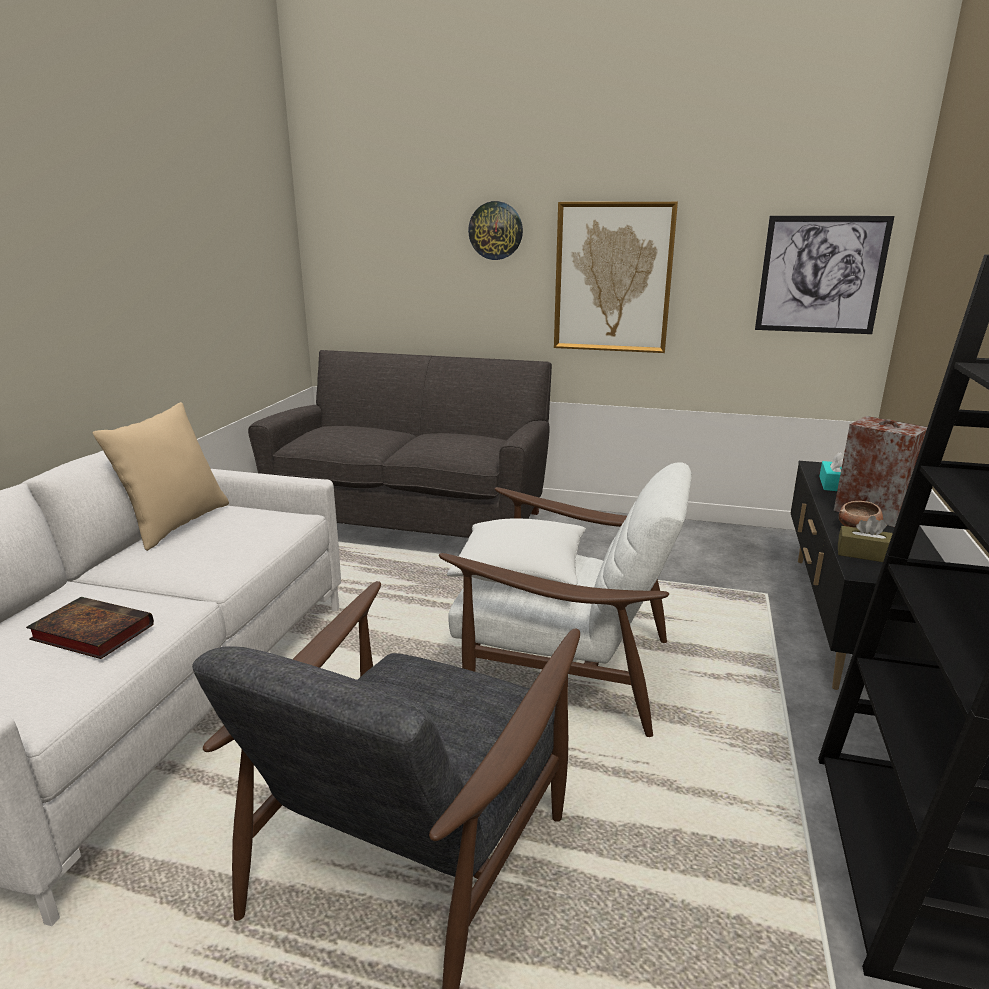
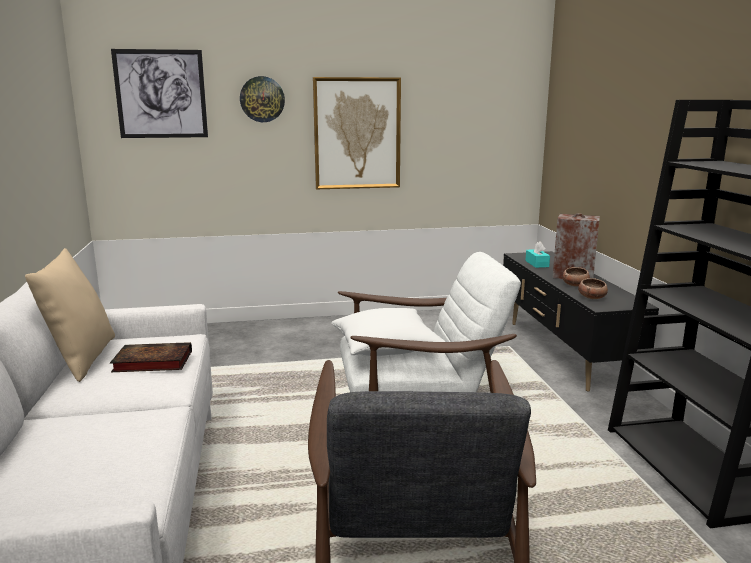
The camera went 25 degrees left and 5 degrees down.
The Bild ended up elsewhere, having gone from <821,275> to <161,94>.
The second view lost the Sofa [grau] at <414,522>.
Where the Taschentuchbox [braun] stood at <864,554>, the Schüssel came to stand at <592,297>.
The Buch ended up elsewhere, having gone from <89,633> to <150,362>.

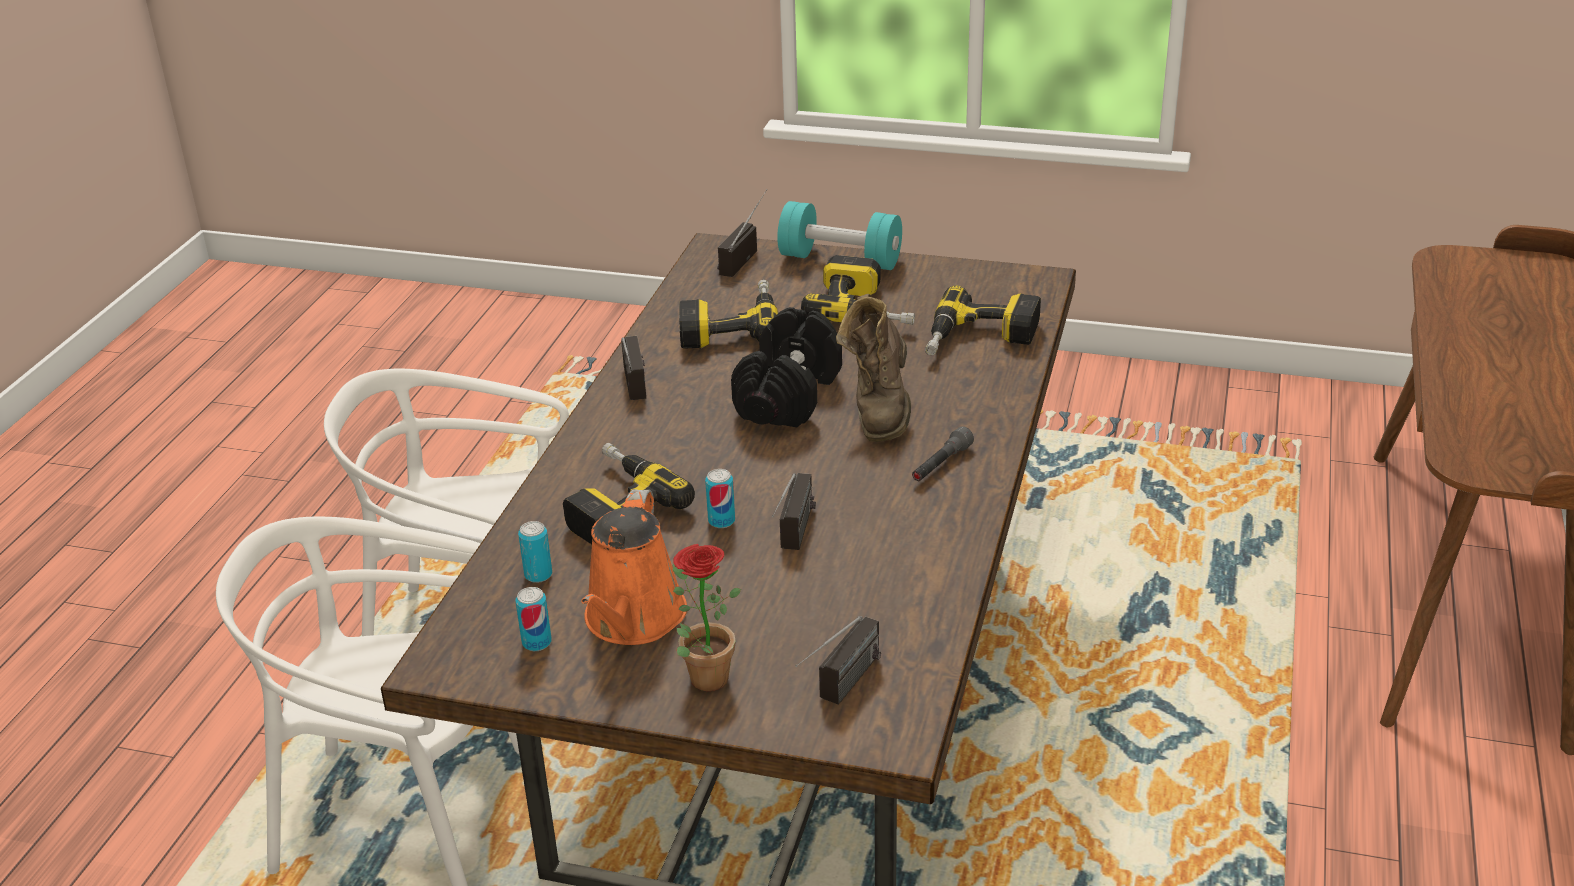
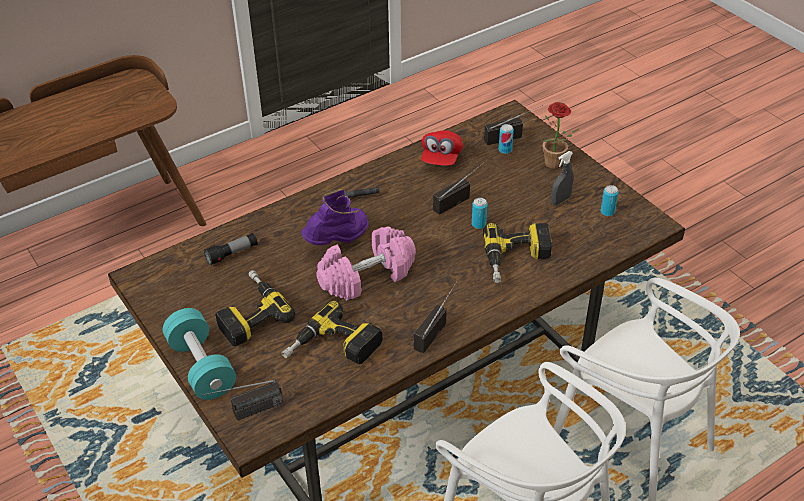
The camera went 140 degrees left and 10 degrees up.
Where the Bohrmaschine stood at <980,340>, the Taschenlampe came to stand at <232,254>.
What was the Stiefel [braun] at <880,410> turned into the Stiefel [lila] at <338,241>.
What was the Hantel [schwarz] at <788,396> turned into the Hantel [rosa] at <367,276>.
Where the Gießkanne [orange] stood at <633,620>, the Sprühflasche [grau] came to stand at <560,200>.
The Dose ended up elsewhere, having gone from <538,575> to <505,150>.
The second view gained the Kappe [rot] at <441,158>.

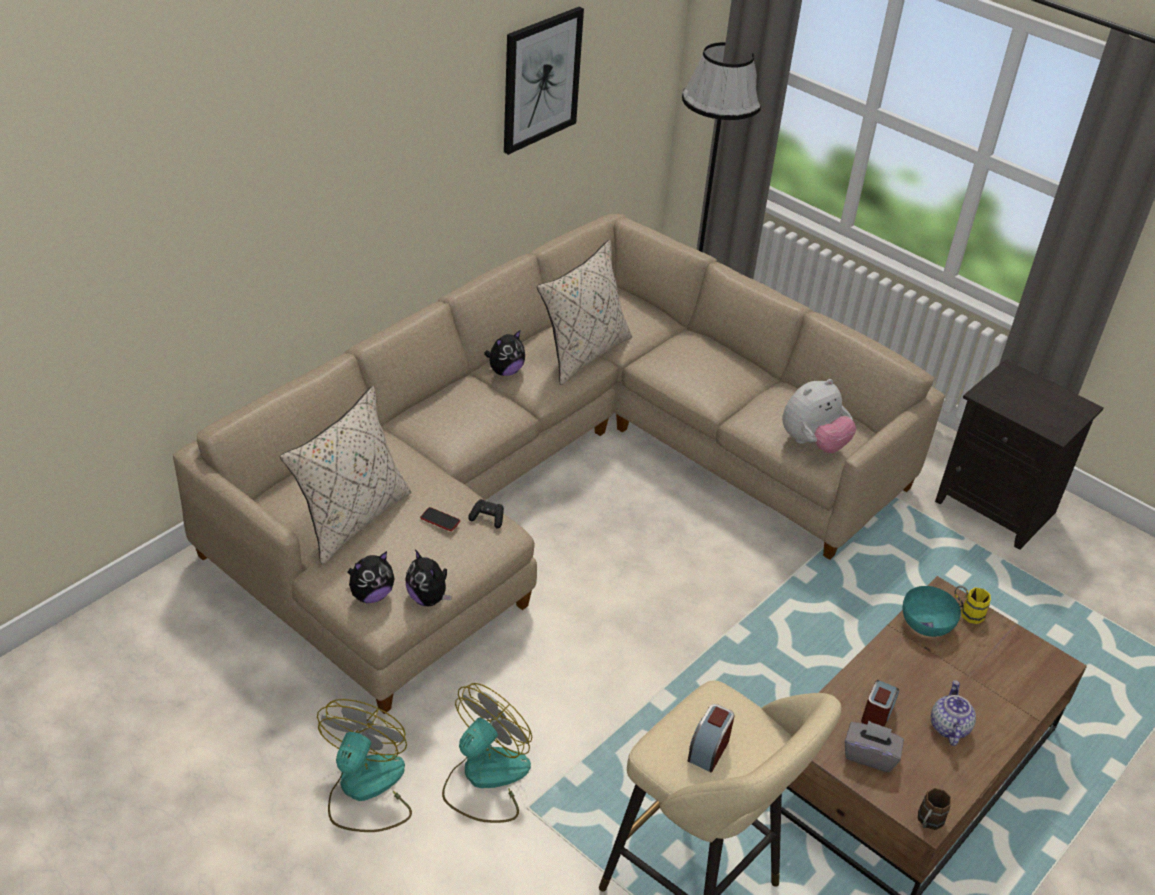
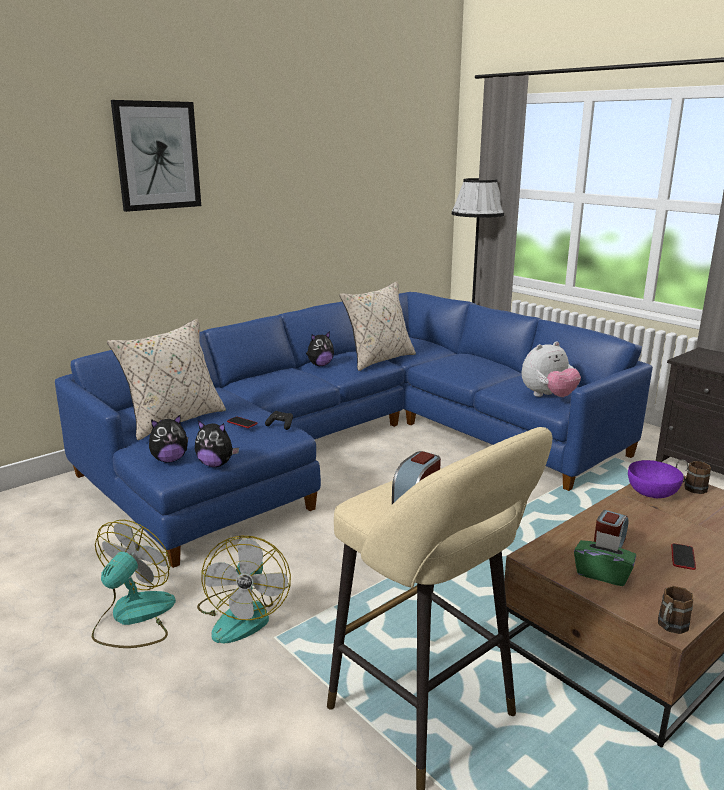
The camera went 10 degrees right and 20 degrees down.
The Bild ended up elsewhere, having gone from <541,79> to <157,156>.
What was the Sofa [beige] at <550,477> turned into the Sofa [blau] at <352,444>.
The Plüschtier at <428,598> ended up facing another way, 45 degrees counterclockwise from before.
What was the Schüssel [türkis] at <927,623> turned into the Schüssel [lila] at <652,492>.
What was the Henkelbecher [gelb] at <967,612> turned into the Henkelbecher [braun] at <690,487>.
Where the Teekanne stood at <948,726>, the Handy came to stand at <683,557>.
The Ventilator at <485,778> ended up facing another way, 135 degrees clockwise from before.
What was the Taschentuchbox [grau] at <869,755> turned into the Taschentuchbox [grün] at <602,574>.

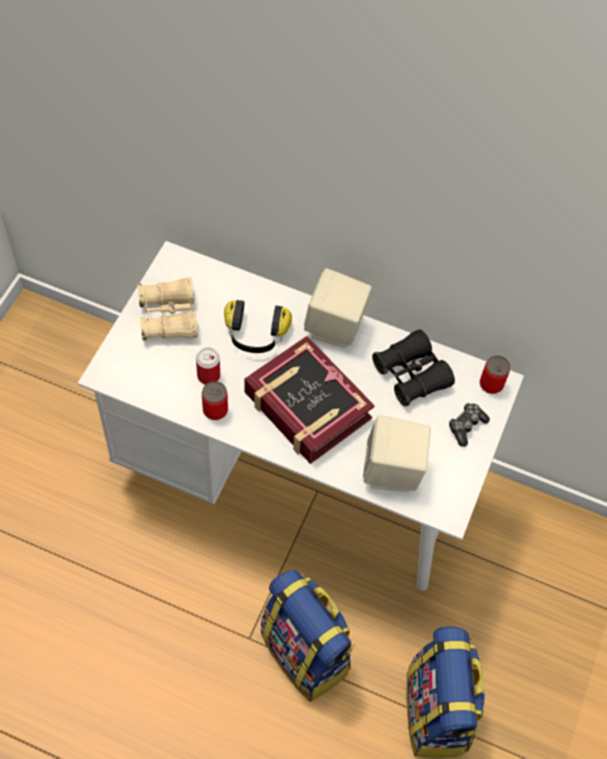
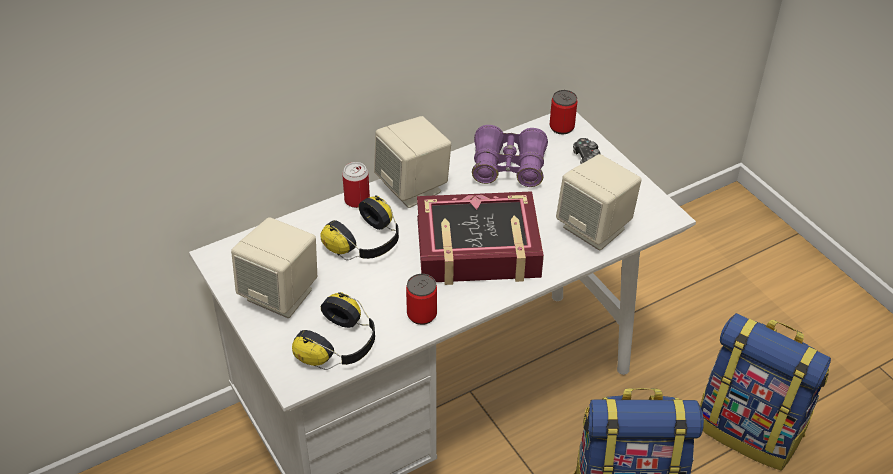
The camera went 50 degrees left and 15 degrees down.
Where the Fernglas [beige] stood at <169,317>, the Lautsprecher [beige] came to stand at <281,294>.
What was the Fernglas [schwarz] at <411,375> turned into the Fernglas [lila] at <508,167>.
The Dose ended up elsewhere, having gone from <208,375> to <357,200>.
The second view gained the Kopfhörer at <340,346>.

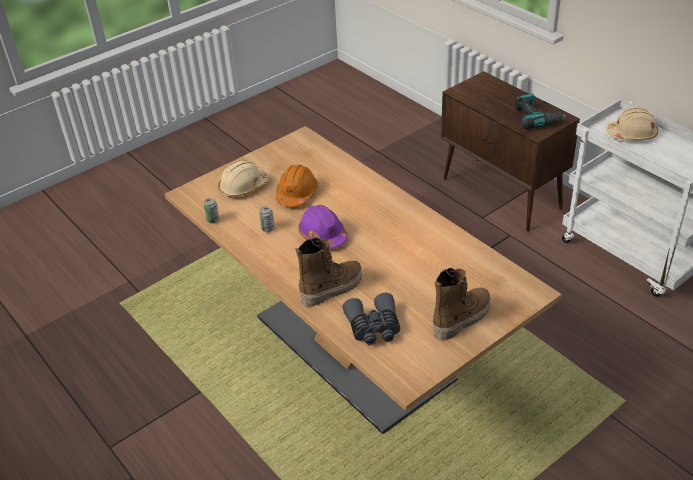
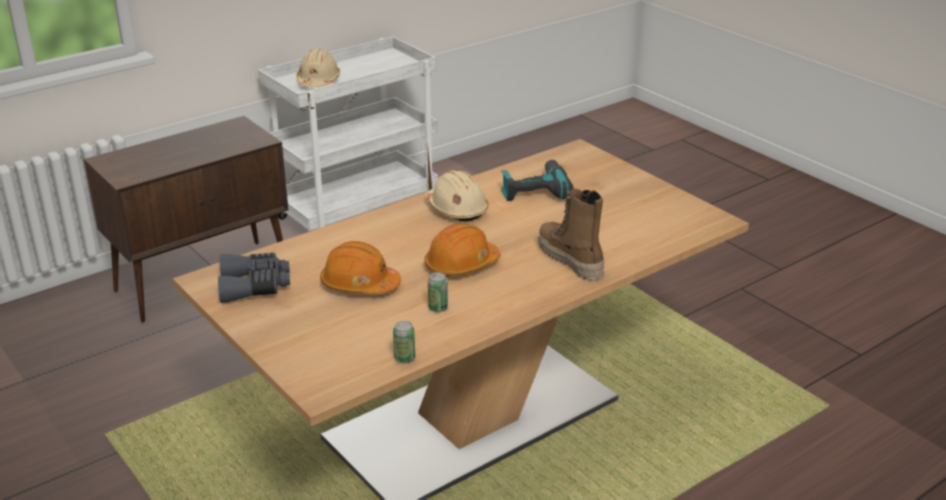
The camera went 90 degrees left and 10 degrees down.
The Bohrmaschine ended up elsewhere, having gone from <536,118> to <534,190>.
The Schutzhelm [beige] ended up elsewhere, having gone from <243,187> to <457,209>.
What was the Schutzhelm [lila] at <323,235> turned into the Schutzhelm [orange] at <461,265>.
The second view lost the Stiefel at <461,319>.
The Fernglas [grau] ended up elsewhere, having gone from <373,327> to <255,286>.

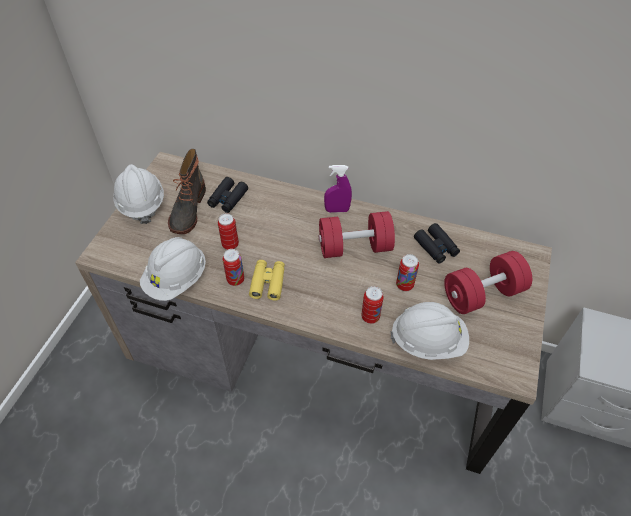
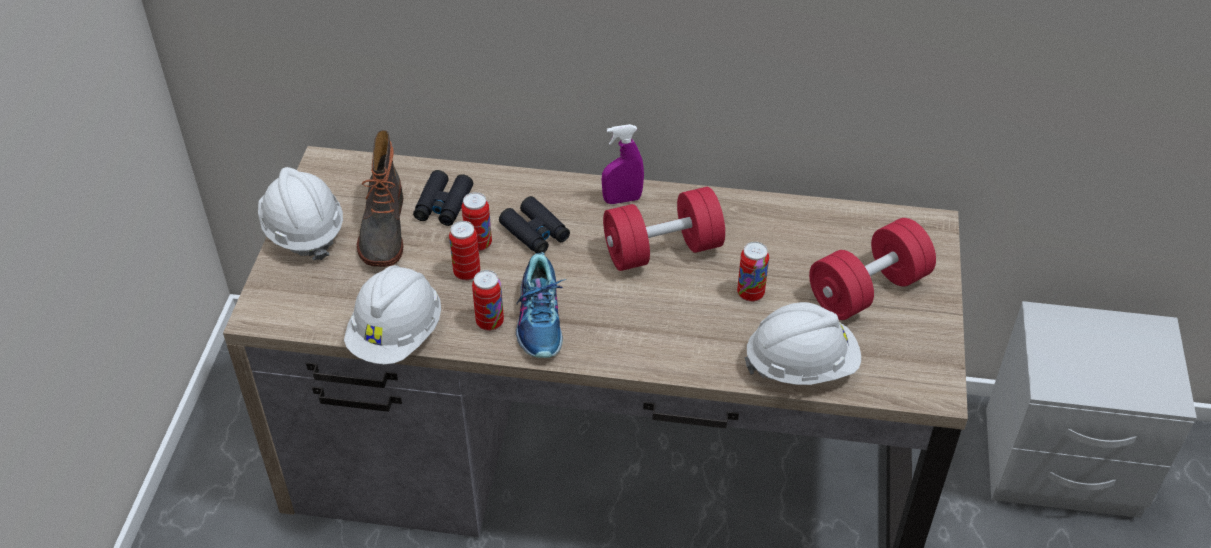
The camera went 10 degrees left and 5 degrees down.
The Fernglas [schwarz] ended up elsewhere, having gone from <436,247> to <535,232>.
Where the Fernglas [gelb] stood at <268,283>, the Schuh came to stand at <541,319>.
The Dose ended up elsewhere, having gone from <370,317> to <478,244>.

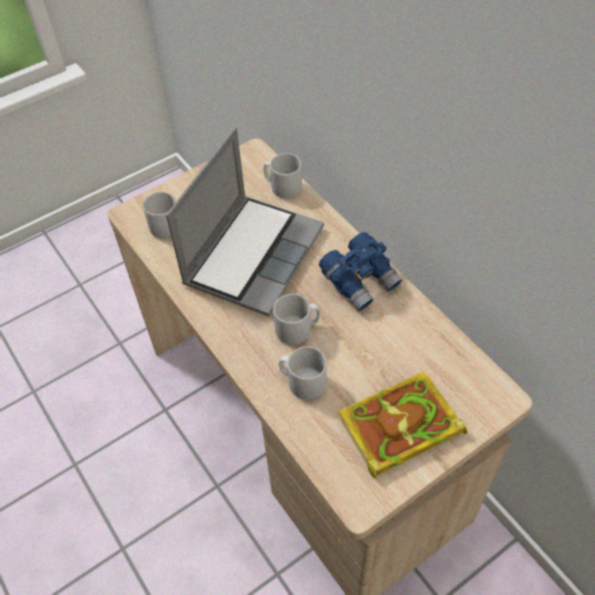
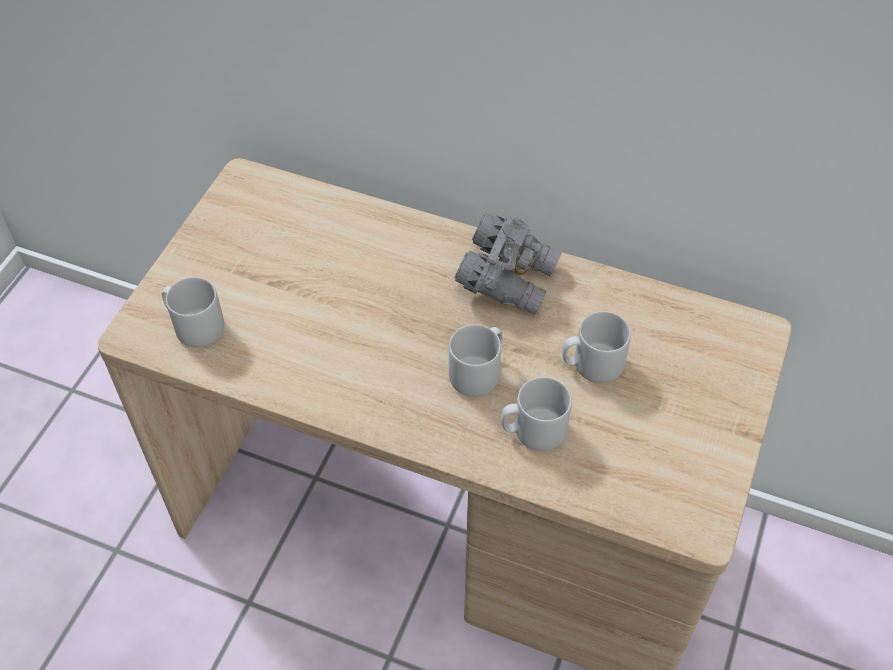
The camera went 35 degrees left and 0 degrees up.
The second view lost the Laptop at <253,254>.
The Henkelbecher [grau] ended up elsewhere, having gone from <283,187> to <592,364>.
What was the Fernglas [blau] at <360,281> turned into the Fernglas [grau] at <506,279>.
The second view lost the Buch at <398,428>.

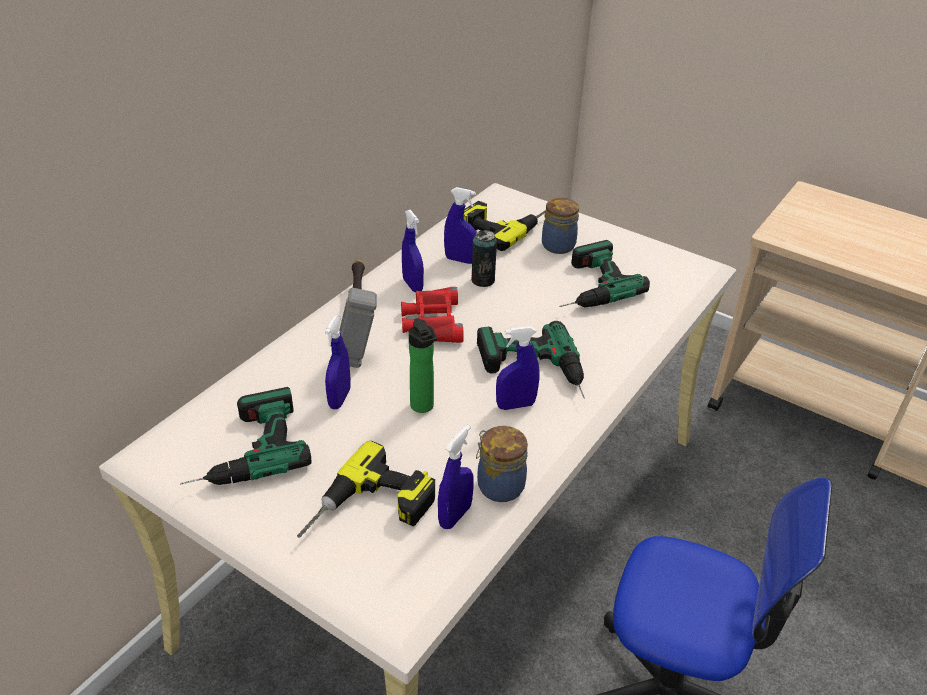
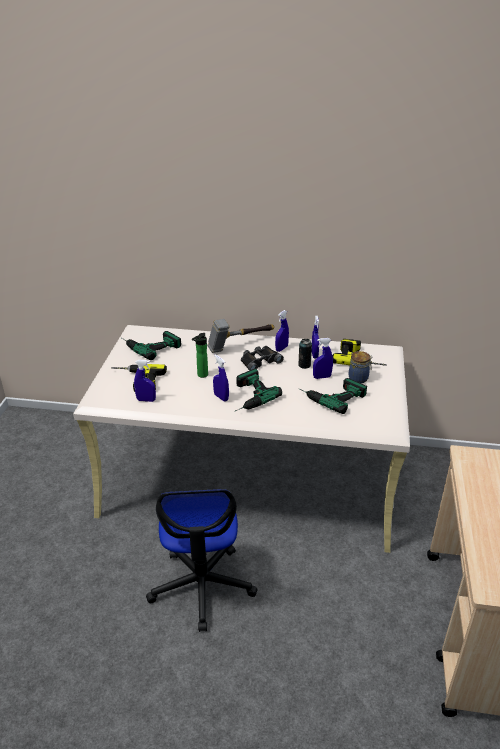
The camera went 65 degrees right and 5 degrees down.
What was the Fernglas [rot] at <432,322> turned into the Fernglas [schwarz] at <259,361>.
The Sprühflasche [blau] ended up elsewhere, having gone from <339,398> to <322,377>.
The second view lost the Vorratsglas at <499,485>.

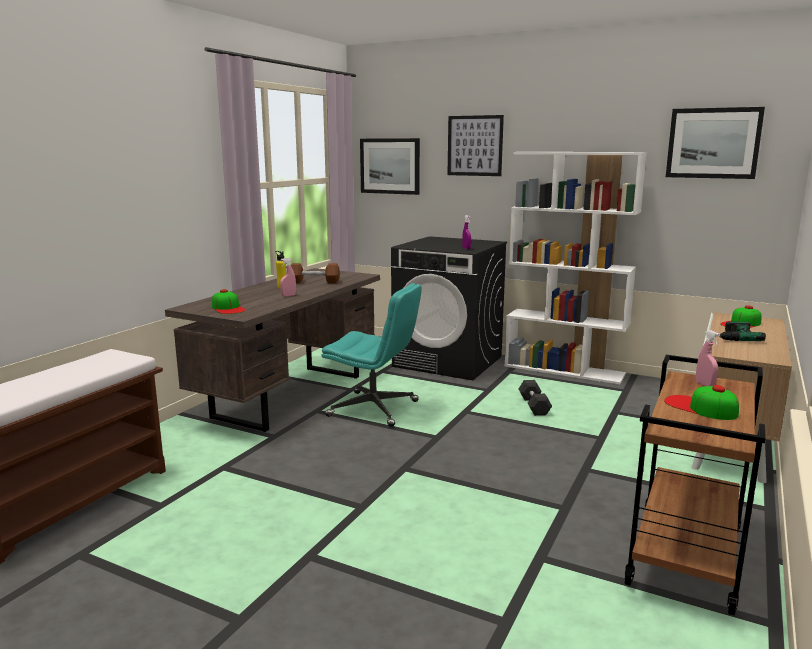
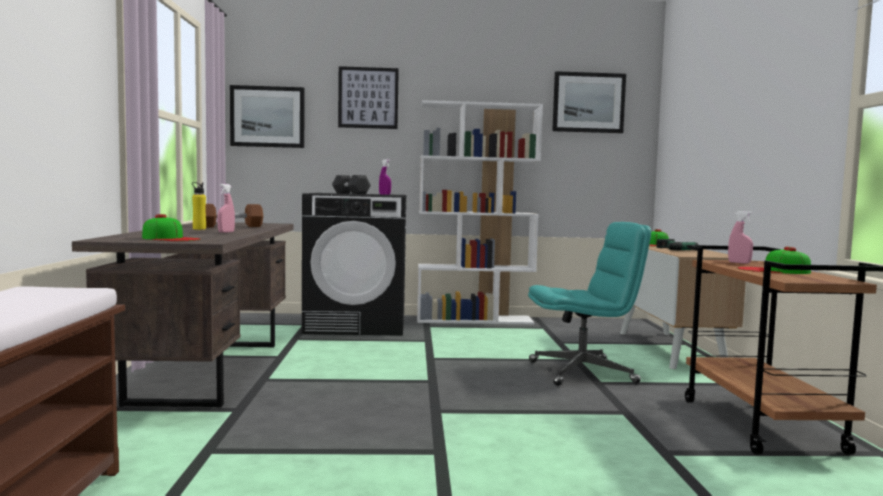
The camera went 30 degrees left and 10 degrees down.
The Bürostuhl [türkis] ended up elsewhere, having gone from <374,409> to <583,372>.
The Hantel [schwarz] ended up elsewhere, having gone from <534,406> to <350,193>.

